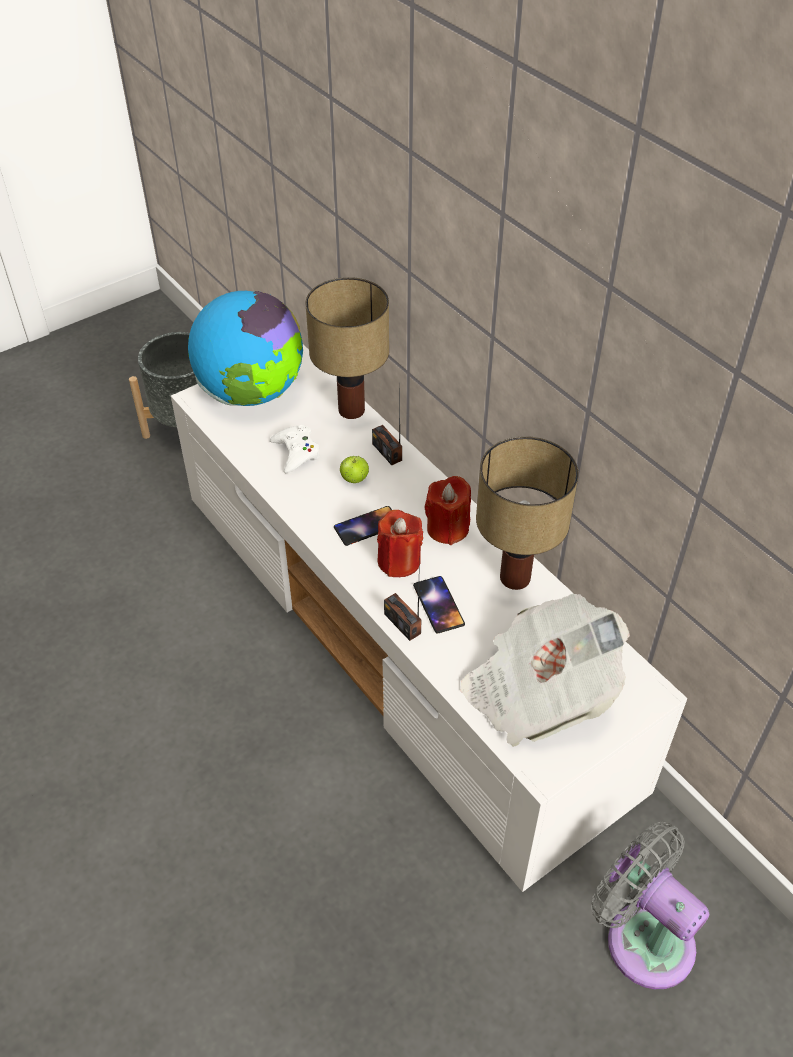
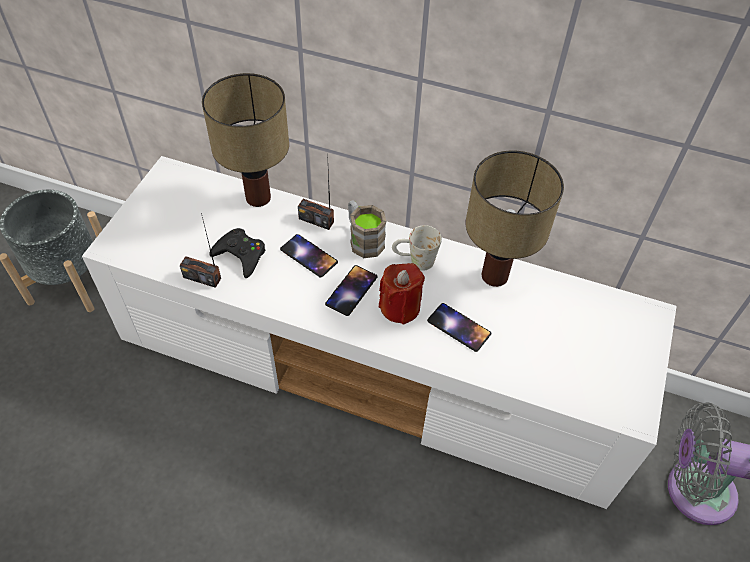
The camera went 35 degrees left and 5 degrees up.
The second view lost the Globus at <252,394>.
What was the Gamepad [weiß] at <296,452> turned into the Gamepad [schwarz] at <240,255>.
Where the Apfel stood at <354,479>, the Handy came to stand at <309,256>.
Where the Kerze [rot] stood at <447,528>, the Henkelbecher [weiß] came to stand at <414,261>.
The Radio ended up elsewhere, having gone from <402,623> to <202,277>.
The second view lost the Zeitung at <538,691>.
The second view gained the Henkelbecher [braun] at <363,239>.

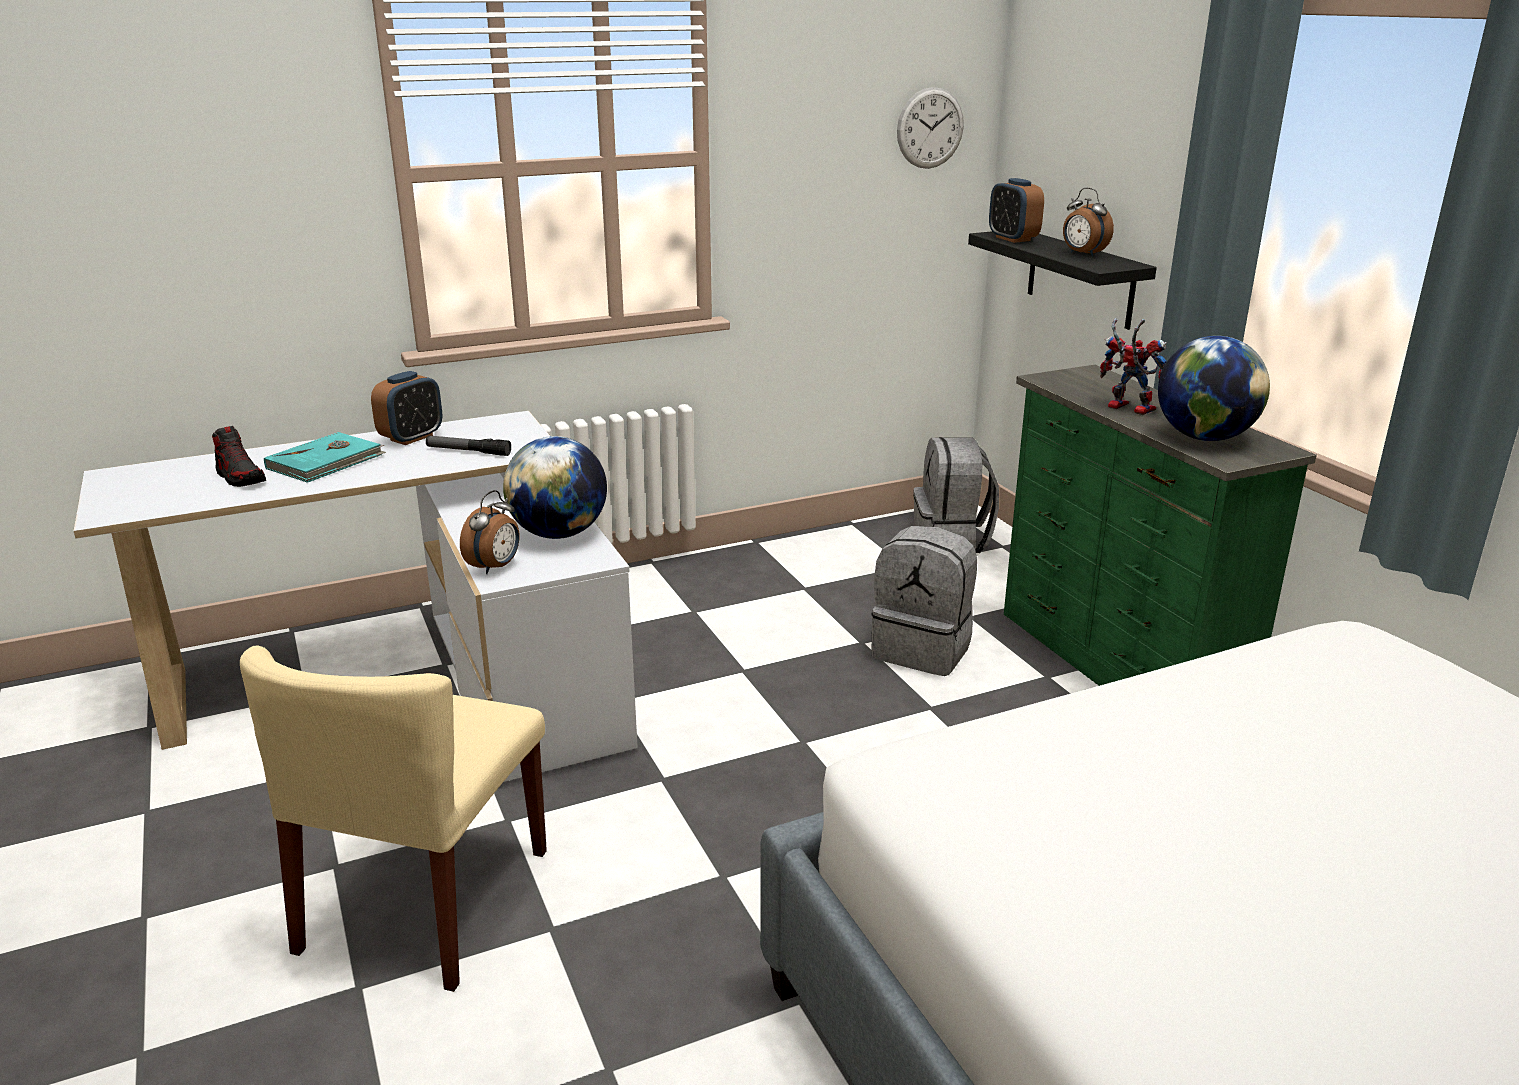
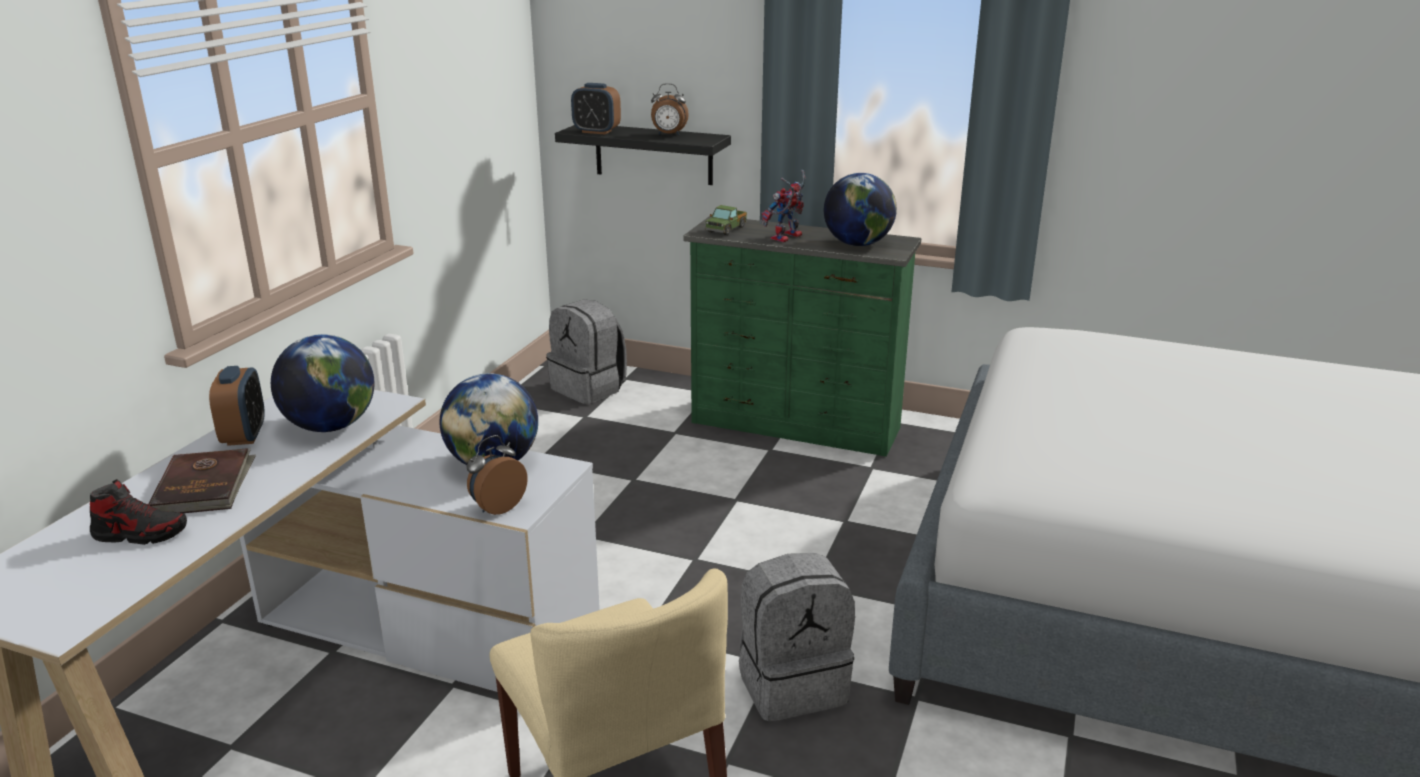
The camera went 45 degrees left and 0 degrees up.
The second view lost the Wanduhr at <930,128>.
The Spielzeugroboter at <1125,408> ended up facing another way, 45 degrees counterclockwise from before.
What was the Buch [türkis] at <327,462> turned into the Buch [braun] at <205,486>.
Where the Taschenlampe stood at <468,451>, the Globus came to stand at <330,426>.
The Wecker at <495,567> ended up facing another way, 120 degrees counterclockwise from before.
The Rucksack [grau] ended up elsewhere, having gone from <923,650> to <792,684>.
The second view gained the Spielzeuglaster at <726,229>.

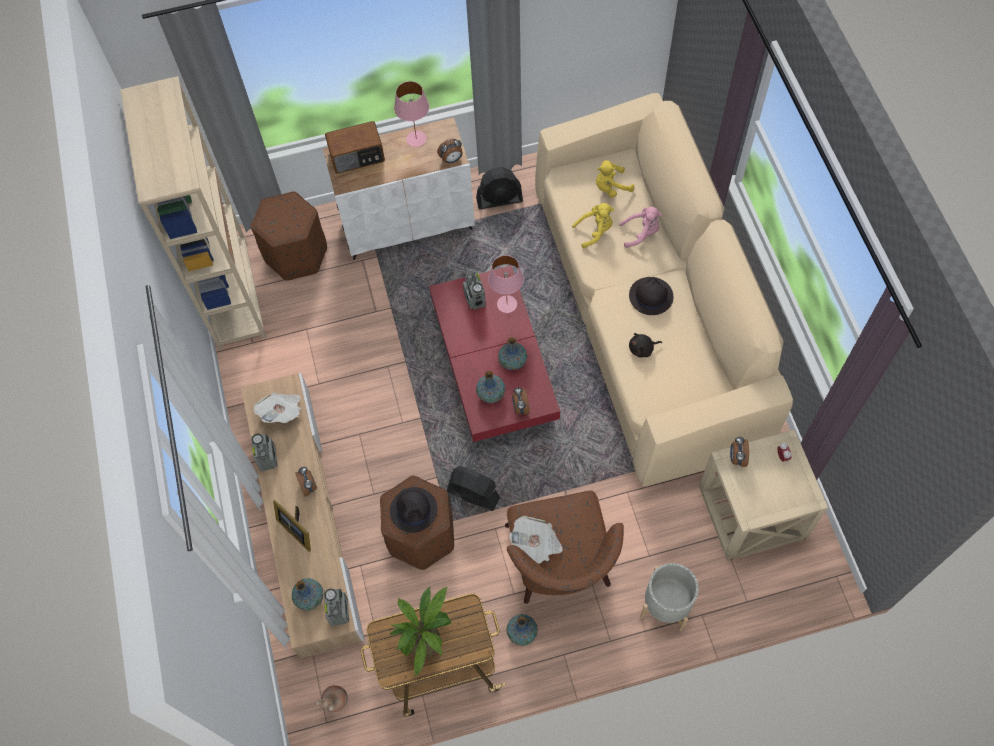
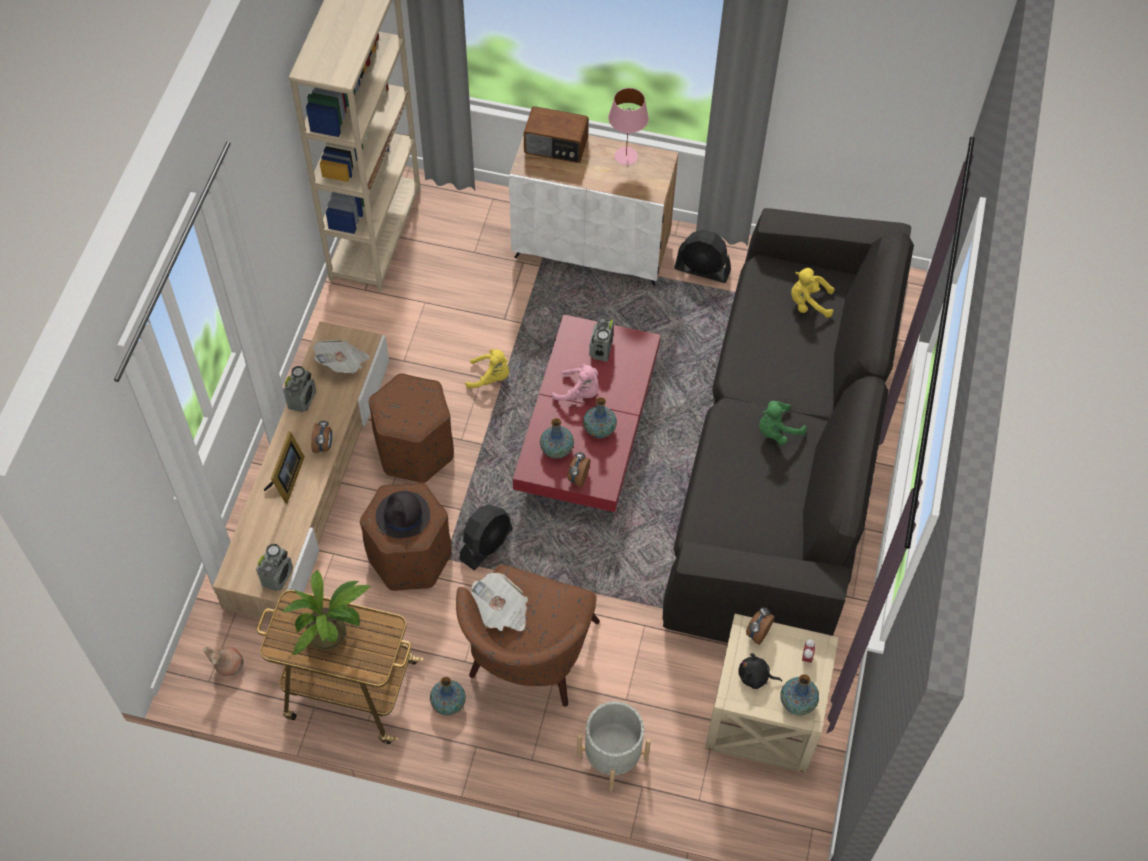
The camera went 25 degrees right and 5 degrees down.
What was the Sofa [beige] at <645,314> turned into the Sofa [schwarz] at <781,460>.
The second view lost the Wecker at <451,159>.
The Polsterhocker [braun] ended up elsewhere, having gone from <296,254> to <415,450>.
The Plüschtier [gelb] ended up elsewhere, having gone from <595,231> to <491,377>.
The Plüschtier [rosa] ended up elsewhere, having gone from <641,233> to <579,393>.
The second view lost the Tischlampe [rosa] at <507,304>.
Where the Hut [schwarz] stood at <650,296>, the Plüschtier [grün] came to stand at <777,431>.
The Plüschtier [schwarz] ended up elsewhere, having gone from <642,349> to <755,677>.
The Ventilator [schwarz] at <473,494> ended up facing another way, 75 degrees clockwise from before.
The Bilderrahmen at <297,529> ended up facing another way, 150 degrees counterclockwise from before.
The Vase ended up elsewhere, having gone from <310,597> to <797,702>.

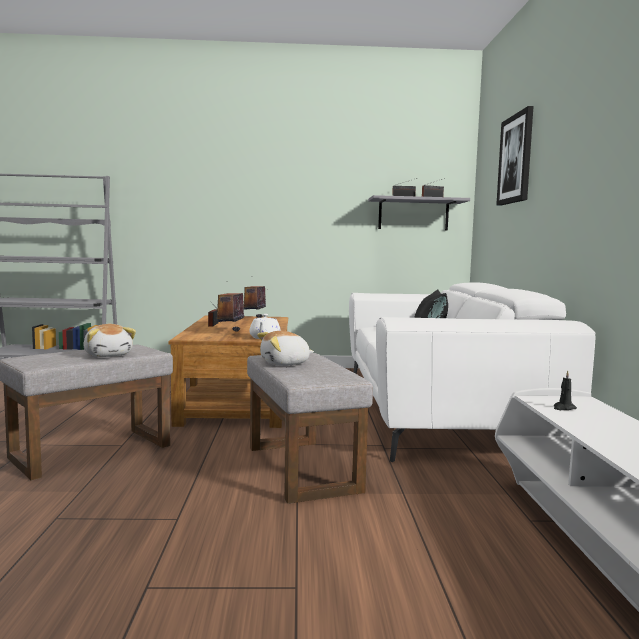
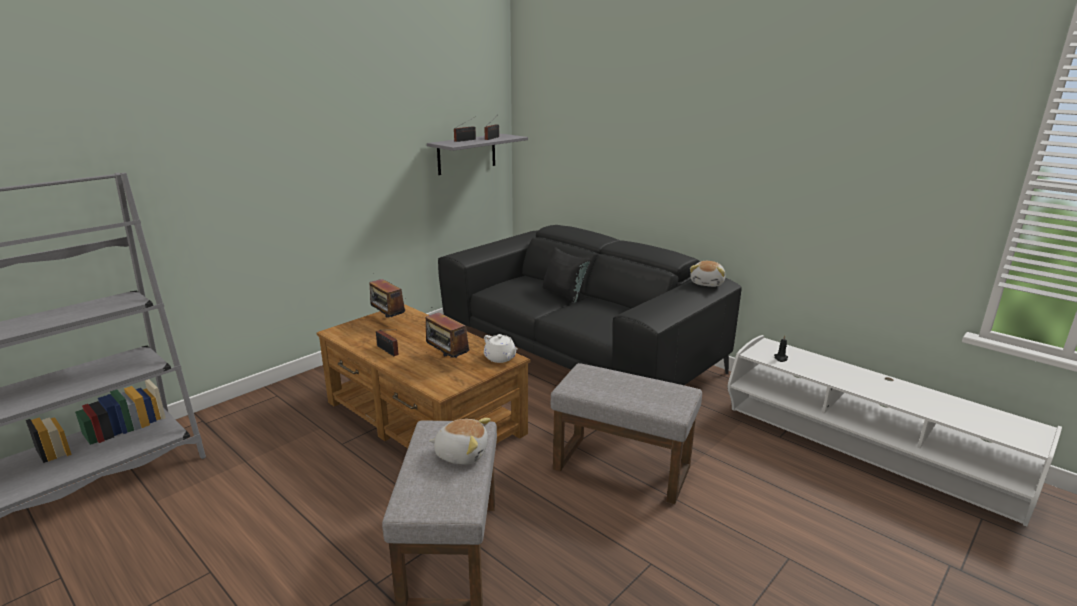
The camera went 45 degrees left and 15 degrees up.
The second view lost the Bild at <516,159>.
What was the Sofa [weiß] at <437,408> turned into the Sofa [schwarz] at <578,354>.
The Plüschtier ended up elsewhere, having gone from <285,364> to <707,283>.

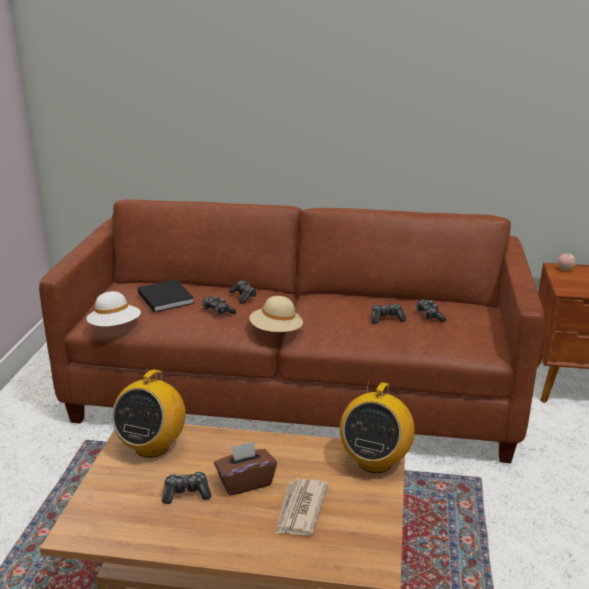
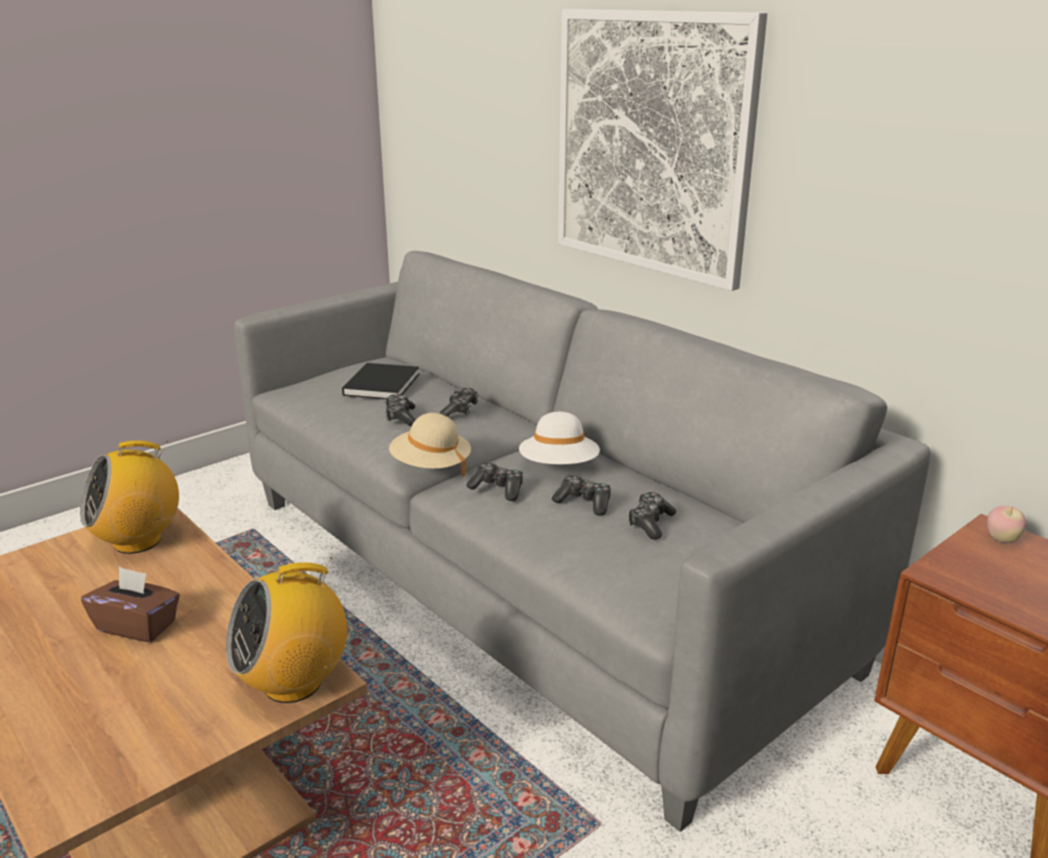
The camera went 40 degrees right and 0 degrees up.
What was the Sofa [braun] at <296,393> turned into the Sofa [grau] at <526,578>.
The Hut [weiß] ended up elsewhere, having gone from <115,327> to <559,467>.
The Gamepad ended up elsewhere, having gone from <186,493> to <498,489>.
The second view lost the Zeitung at <300,510>.
The second view gained the Bild at <652,144>.

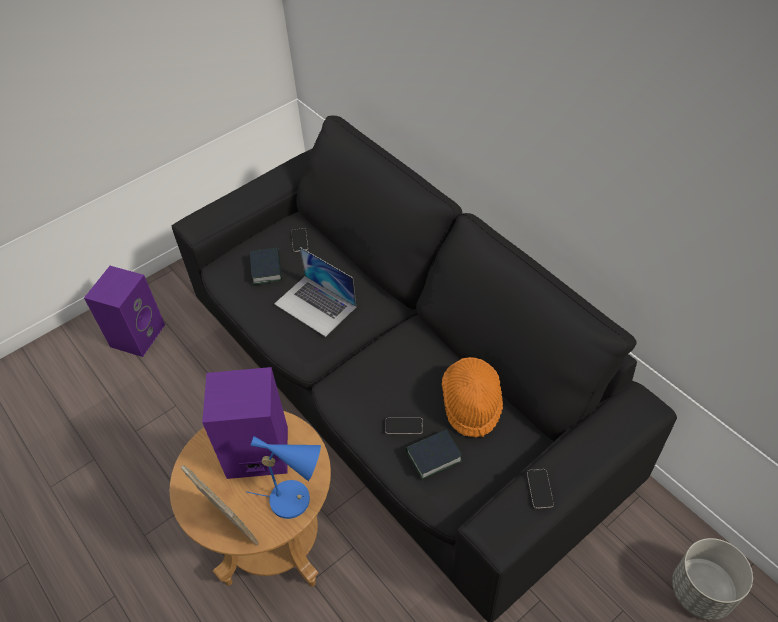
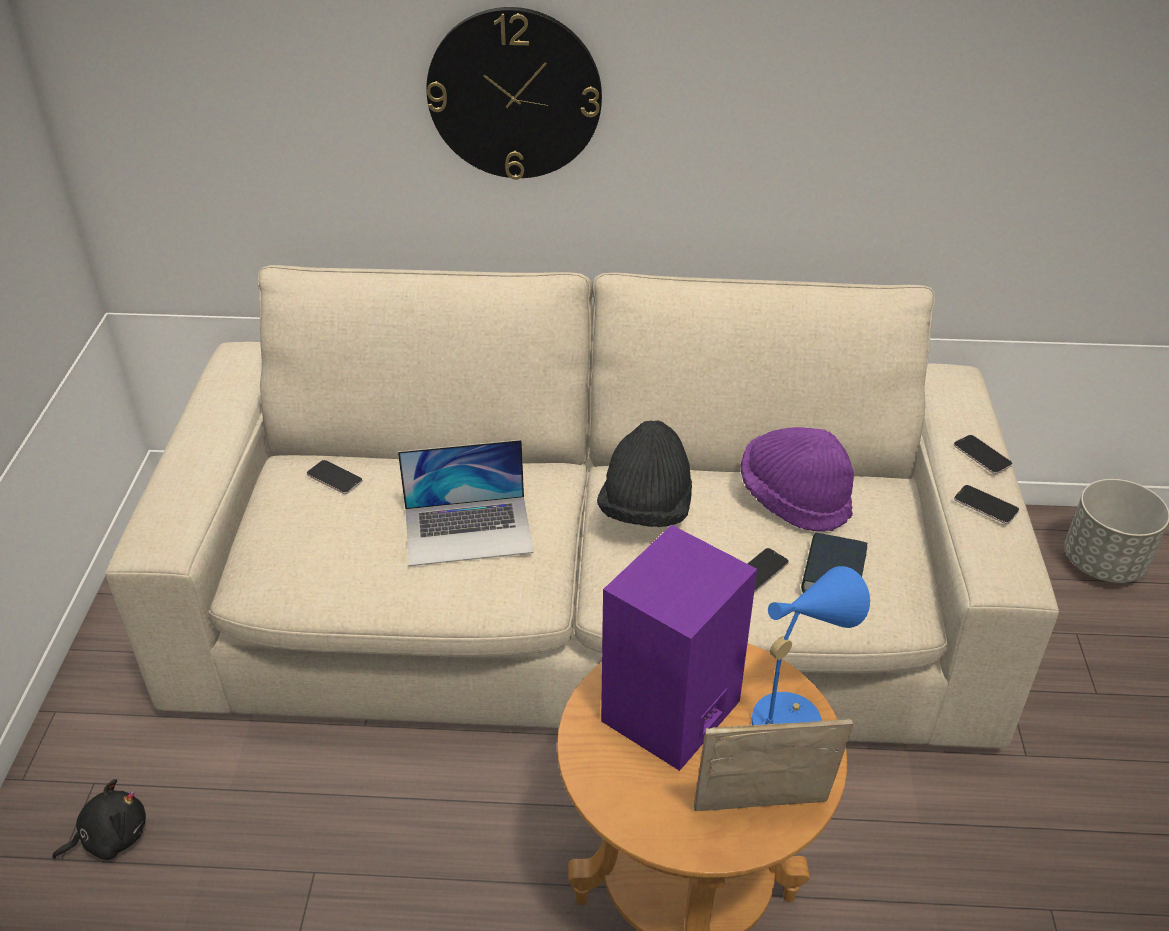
The camera went 50 degrees left and 10 degrees down.
What was the Sofa [schwarz] at <394,383> turned into the Sofa [beige] at <584,610>.
The second view lost the Buch at <266,269>.
Where the Lautsprecher [lila] stood at <137,334>, the Plüschtier [schwarz] came to stand at <111,837>.
What was the Hut [orange] at <471,404> turned into the Hut [lila] at <794,499>.
The second view gained the Wanduhr at <514,94>.
The second view gained the Hut [schwarz] at <646,510>.
The second view gained the Handy at <982,455>.

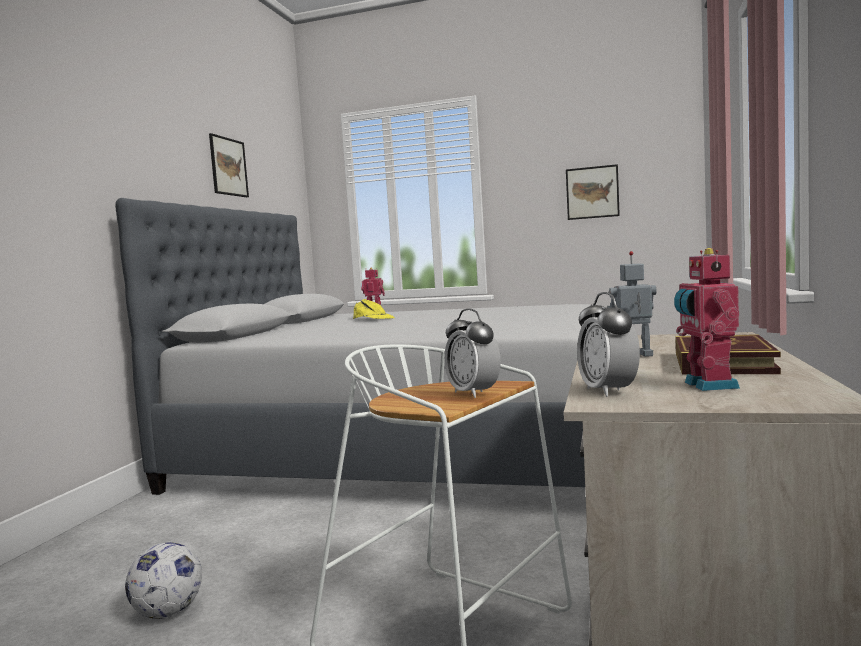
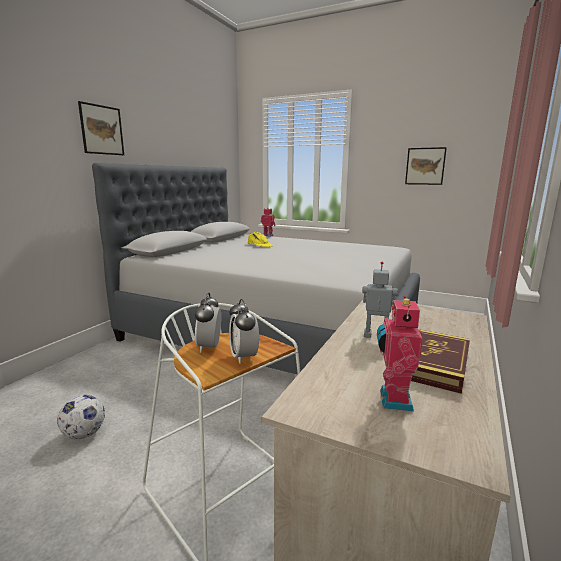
The camera went 10 degrees right and 10 degrees up.
The Bild ended up elsewhere, having gone from <228,167> to <102,130>.
The Wecker ended up elsewhere, having gone from <608,391> to <209,347>.

